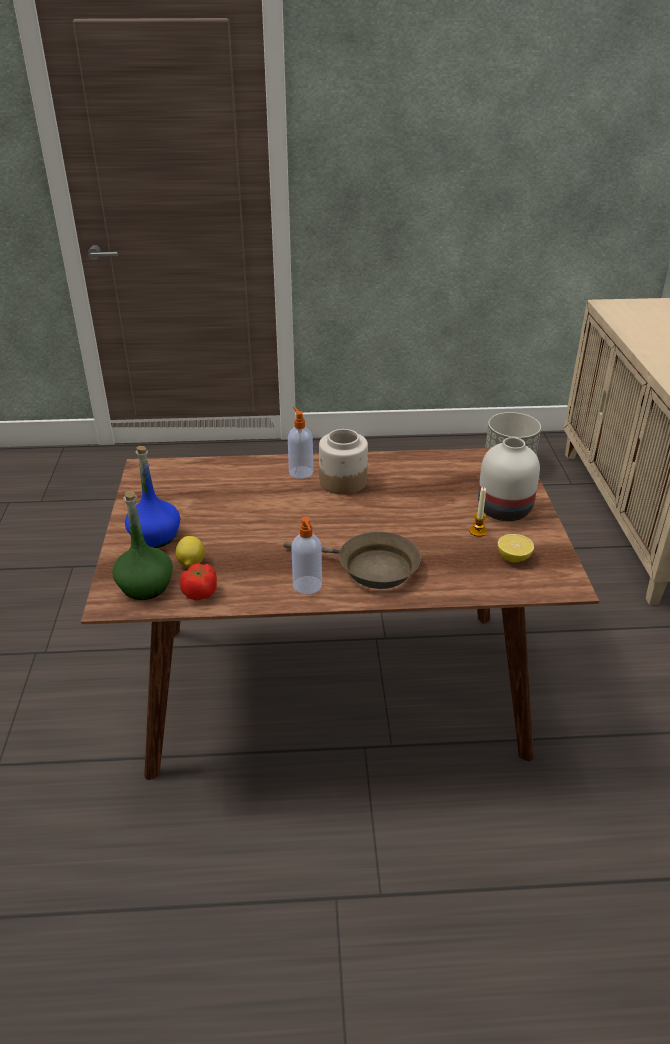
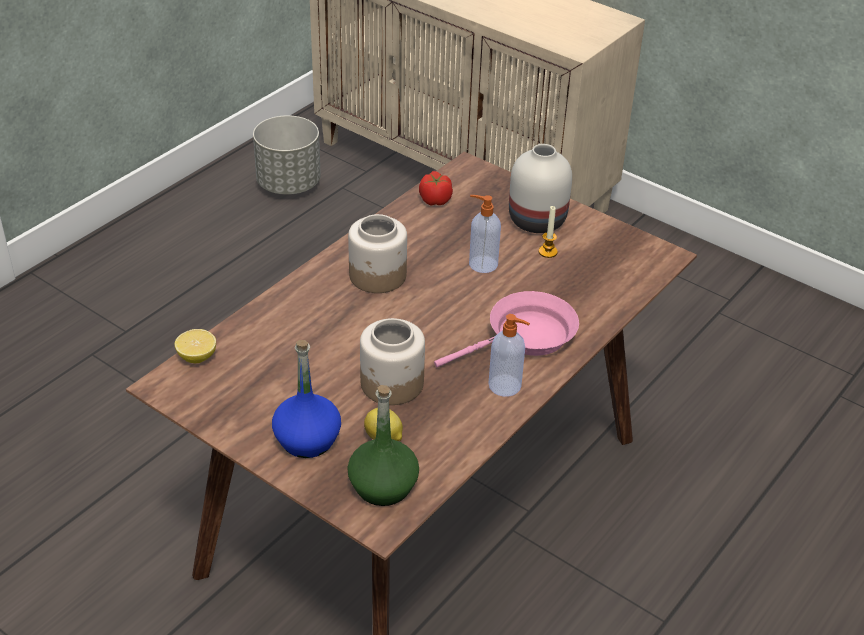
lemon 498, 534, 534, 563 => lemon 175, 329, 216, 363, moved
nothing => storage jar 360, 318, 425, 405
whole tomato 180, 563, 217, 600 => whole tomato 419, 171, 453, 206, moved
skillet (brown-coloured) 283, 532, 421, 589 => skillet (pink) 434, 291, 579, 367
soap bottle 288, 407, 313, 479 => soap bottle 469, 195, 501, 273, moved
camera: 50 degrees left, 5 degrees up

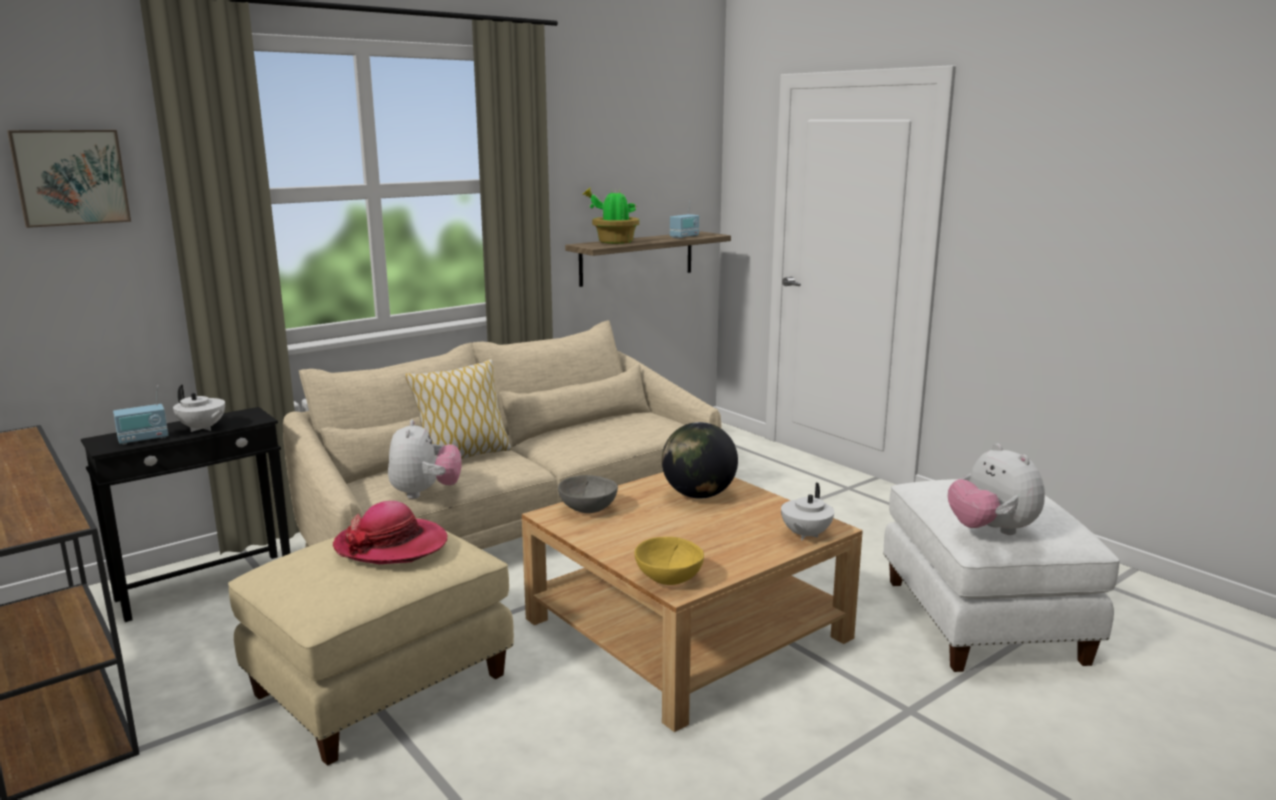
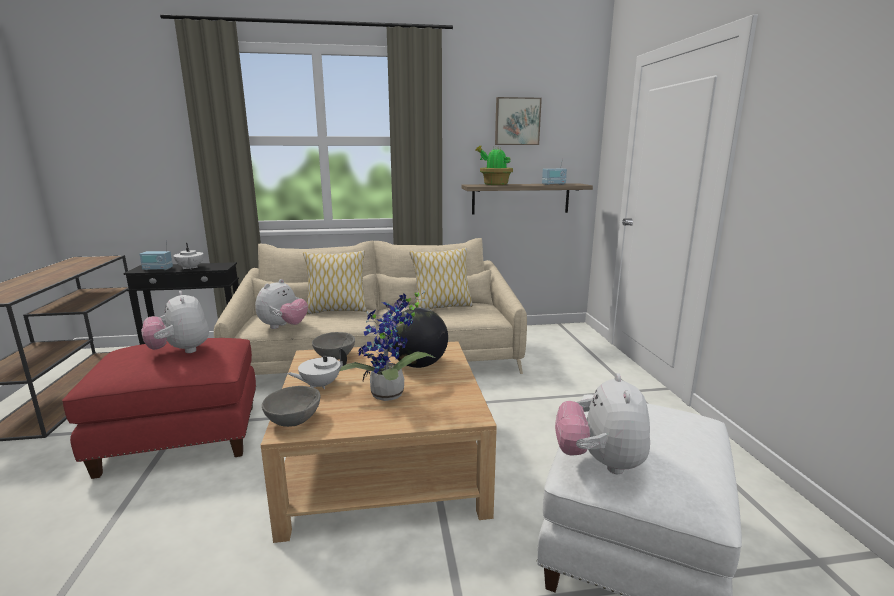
ottoman (sand-coloured) 228, 518, 514, 766 => ottoman (red) 62, 338, 256, 479
wearable hat 333, 501, 448, 564 => cuddly toy 141, 291, 209, 353
bowl (yellow) 634, 537, 704, 585 => bowl (grey) 262, 386, 320, 427
tea pot (white-coloured) 781, 483, 834, 540 => tea pot (white-coloured) 287, 348, 347, 389, moved
nothing => potted plant 339, 290, 435, 401
nothing => cushion 409, 247, 473, 310
wall art 7, 130, 131, 228 => wall art 495, 97, 542, 145, moved
camera: 30 degrees right, 0 degrees up

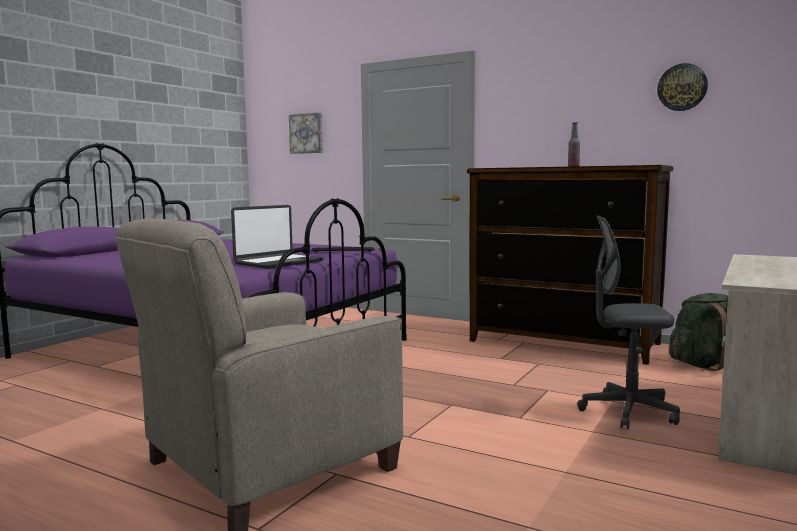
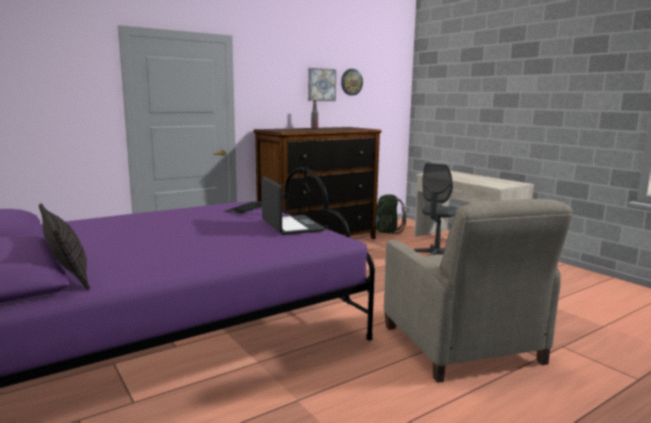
nothing => cushion 39, 203, 90, 290
wall art 289, 113, 323, 154 => wall art 308, 68, 336, 101, moved
camera: 65 degrees left, 5 degrees up

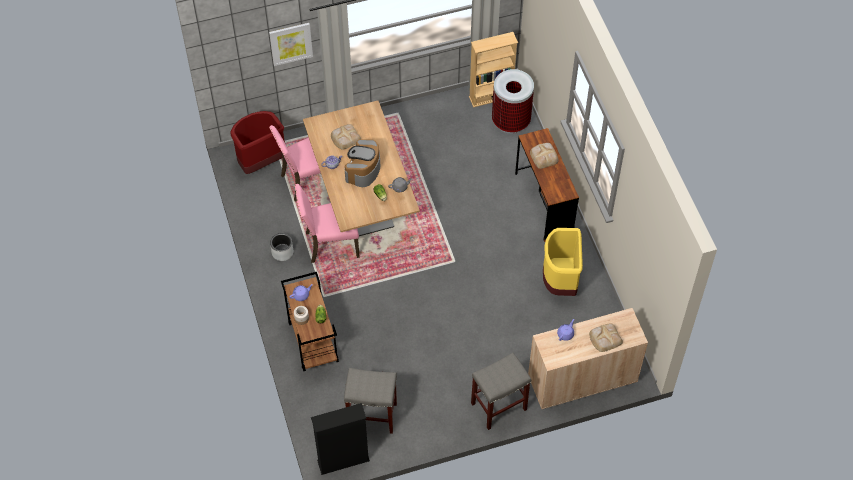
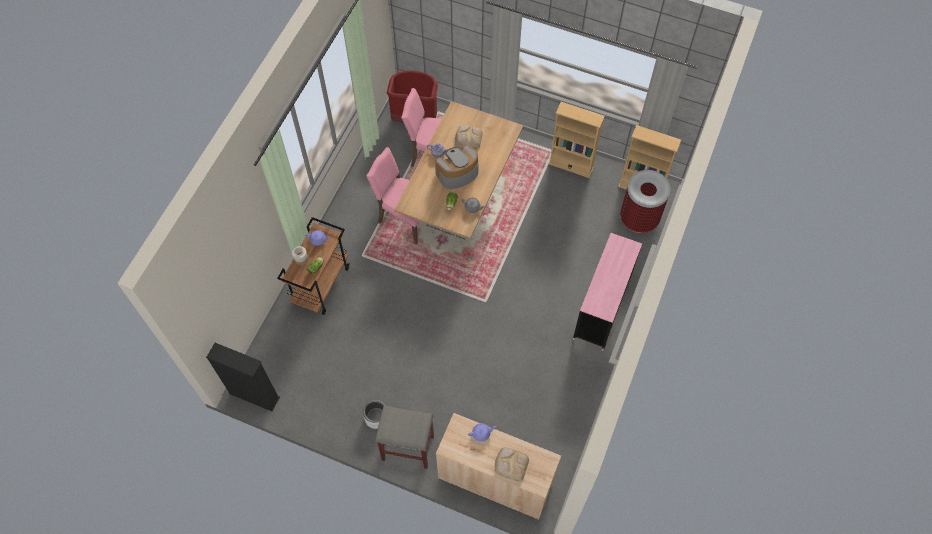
planter (grey) 270, 233, 293, 261 => planter (grey) 363, 400, 385, 429, moved
nothing => shelving unit (sand-coloured) 549, 102, 605, 178
desk table (brown-coloured) 515, 128, 579, 242 => desk table (pink) 573, 233, 642, 351
wall art 269, 23, 313, 66 => nothing
stool (grey) 344, 368, 397, 434 => nothing
bread 530, 143, 558, 169 => nothing
trash can (yellow) 543, 228, 583, 296 => nothing
camera: 40 degrees right, 5 degrees up

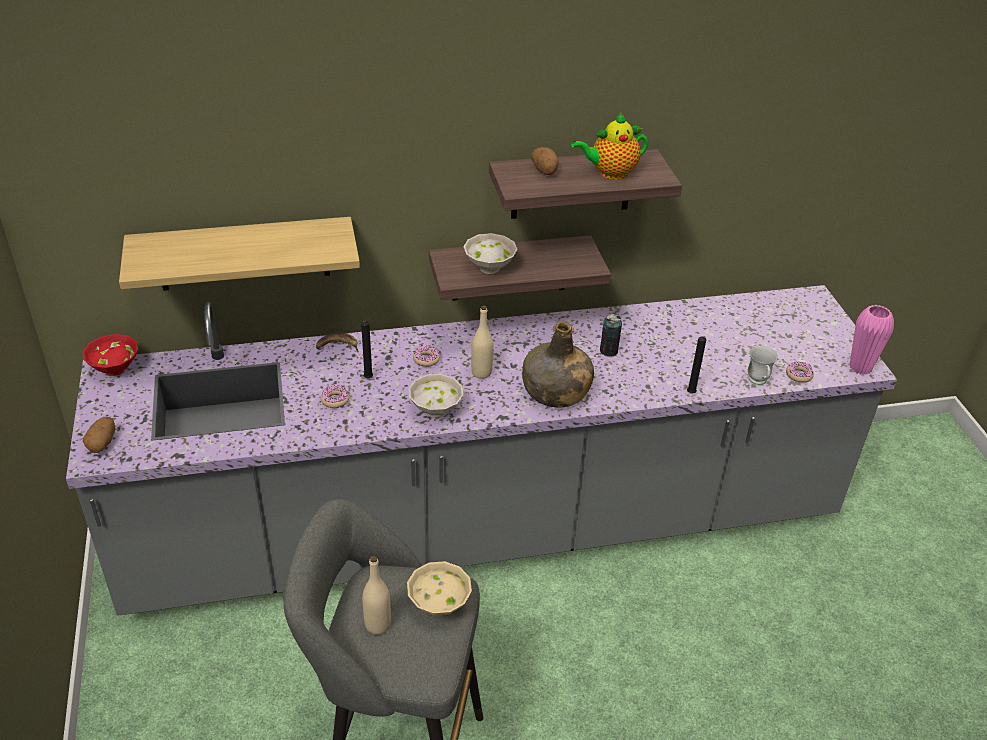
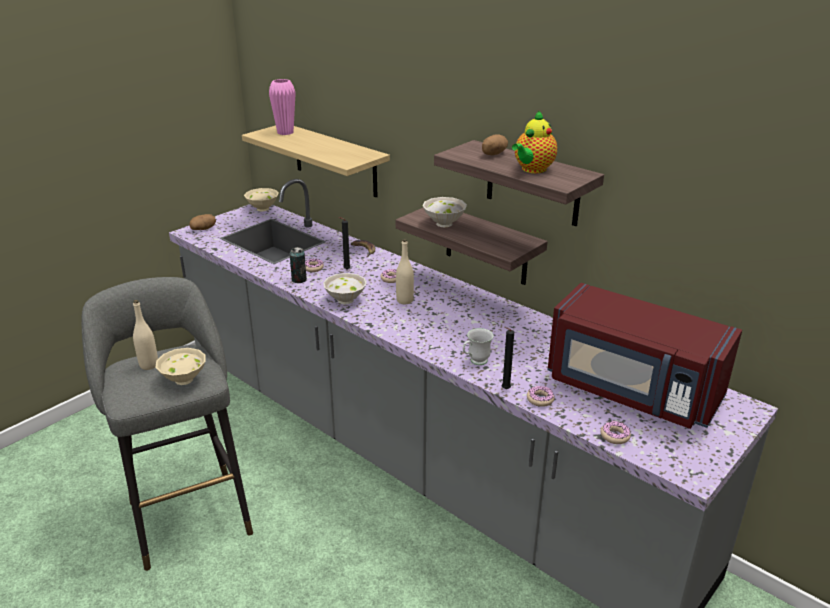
bowl (red) 83, 334, 138, 376 => bowl (sand-coloured) 244, 188, 279, 211
flower vase (pink) 850, 305, 894, 375 => flower vase (pink) 269, 79, 296, 135, moved
sealed can 600, 314, 622, 357 => sealed can 290, 247, 307, 283, moved
coffee mug (white-coloured) 748, 346, 778, 385 => coffee mug (white-coloured) 463, 328, 494, 365, moved
tea pot 571, 113, 648, 180 => tea pot 512, 110, 557, 173, 90 degrees counterclockwise
nothing => donut 527, 386, 555, 407
nothing => microwave (red) 547, 283, 742, 429
drink bottle (green-coloured) 522, 322, 594, 408 => nothing
camera: 55 degrees right, 10 degrees down

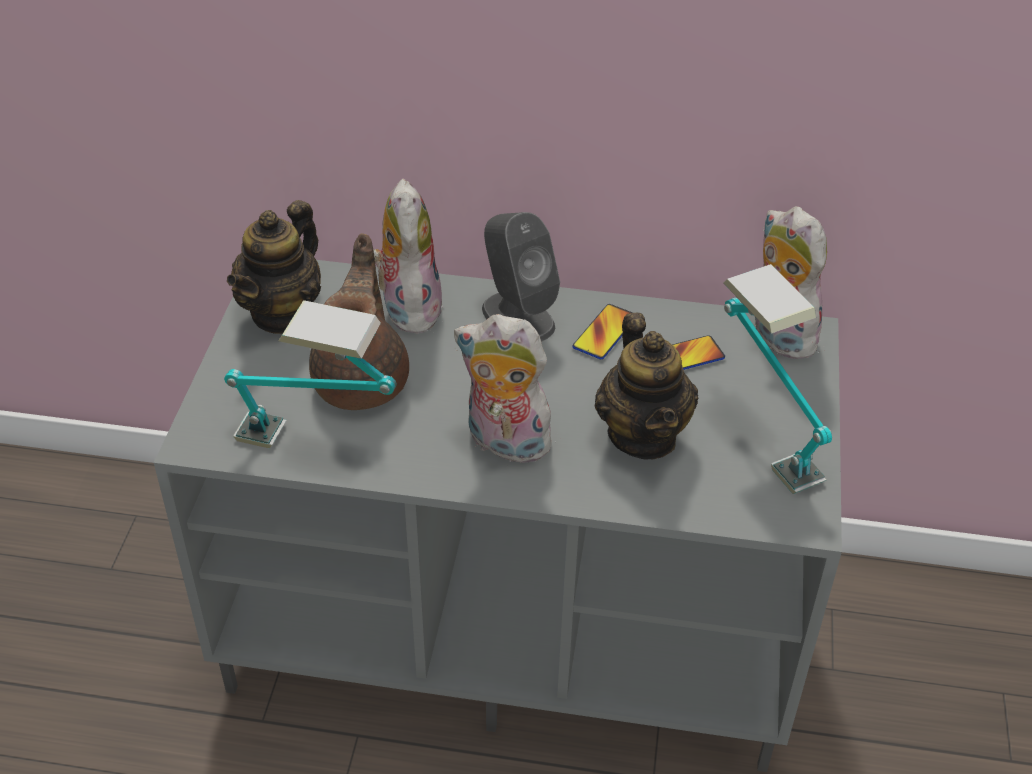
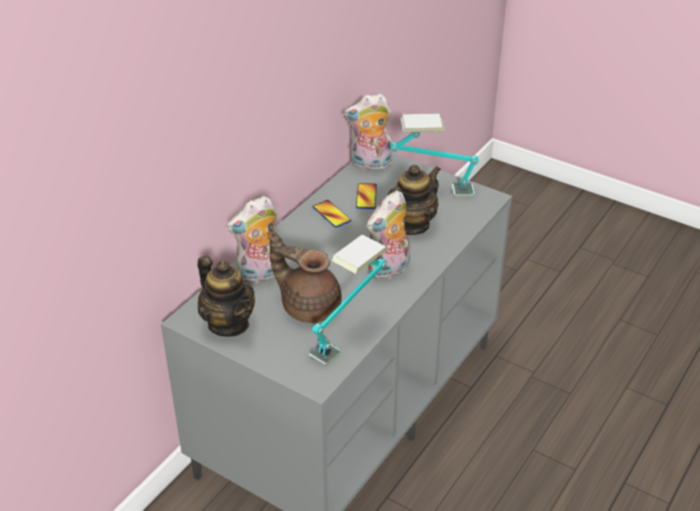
cuddly toy 374, 178, 444, 334 => cuddly toy 226, 196, 277, 283, 45 degrees counterclockwise
tea pot 595, 313, 699, 460 => tea pot 387, 165, 441, 235, 60 degrees counterclockwise
speaker (grey) 482, 212, 560, 342 => nothing
camera: 65 degrees left, 5 degrees down

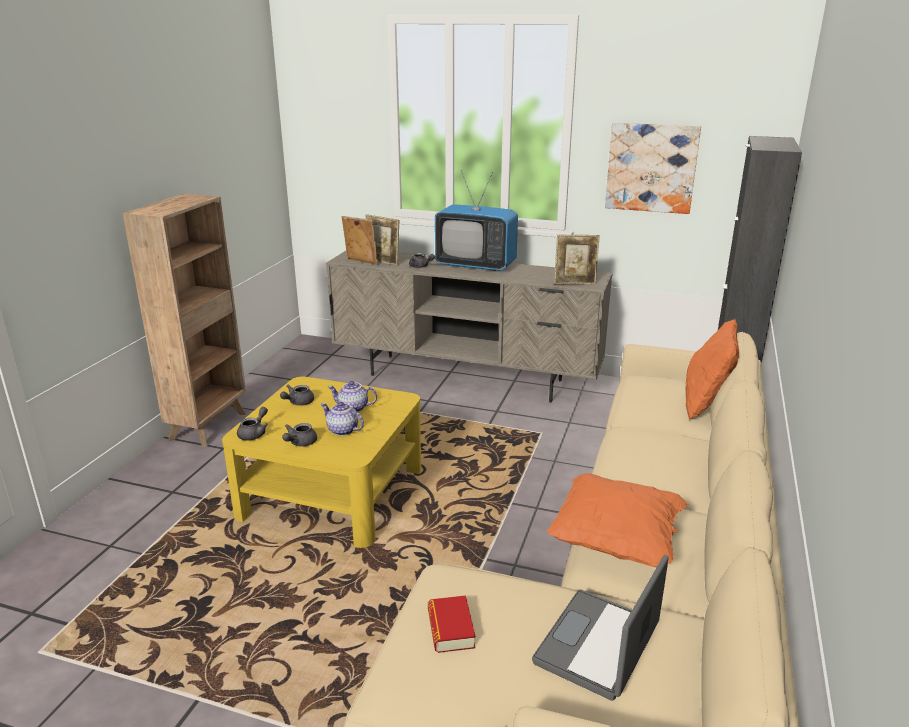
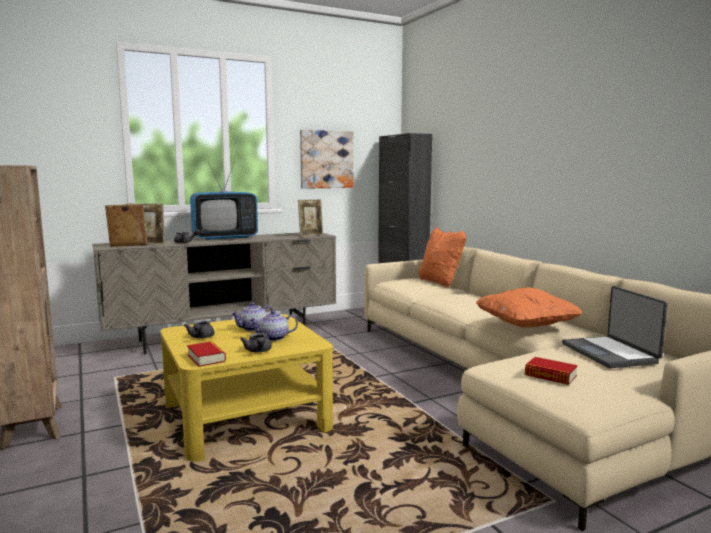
tea pot (grey) 237, 407, 268, 441 => volume 187, 341, 226, 367
camera: 45 degrees left, 15 degrees down

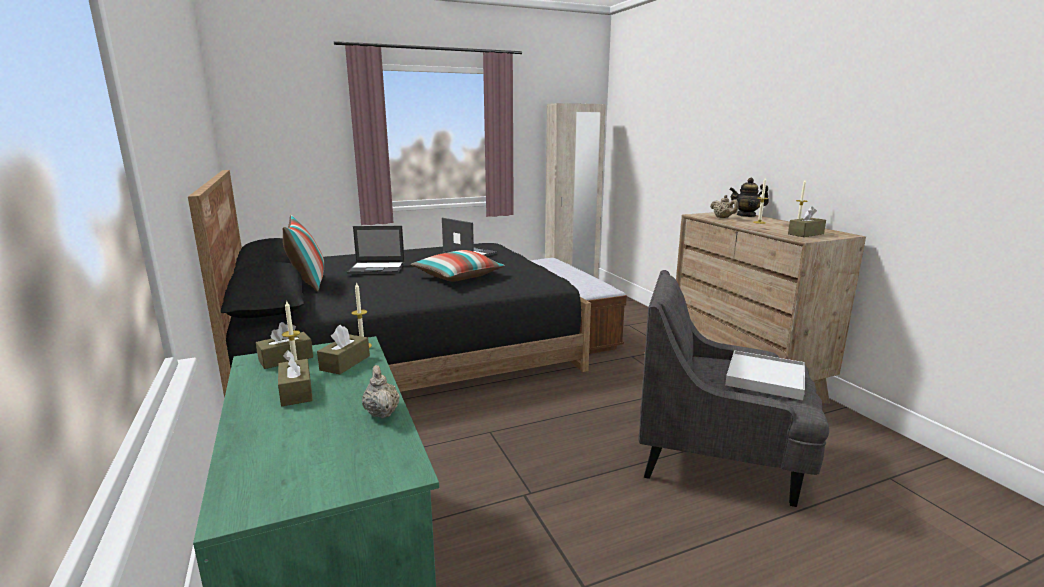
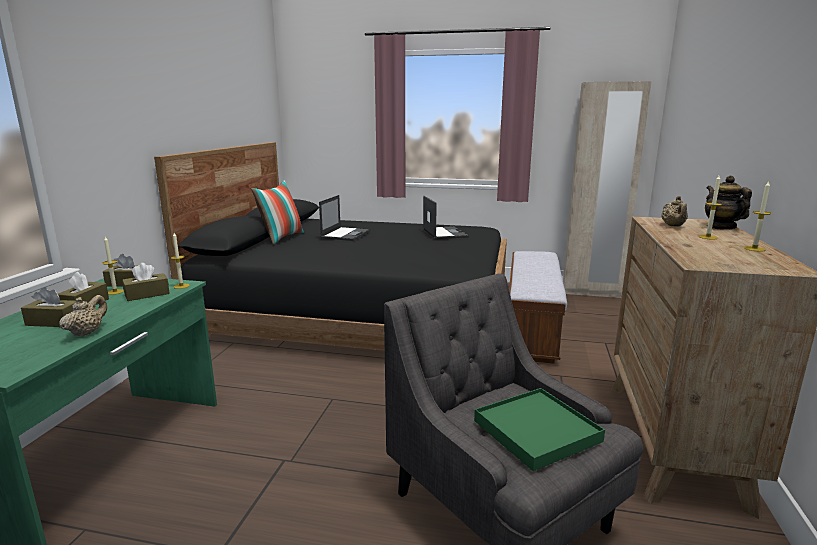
box of tissues (brown-coloured) 788, 206, 826, 237 => box of tissues (brown-coloured) 21, 287, 76, 327, moved
notebook computer 347, 226, 405, 274 => notebook computer 319, 195, 370, 241, 105 degrees counterclockwise
tray (white-coloured) 725, 350, 805, 400 => tray (green-coloured) 474, 388, 605, 471
tea pot 729, 178, 769, 217 => tea pot 705, 176, 752, 230, 45 degrees clockwise
cushion 411, 250, 505, 282 => nothing
camera: 35 degrees right, 0 degrees up

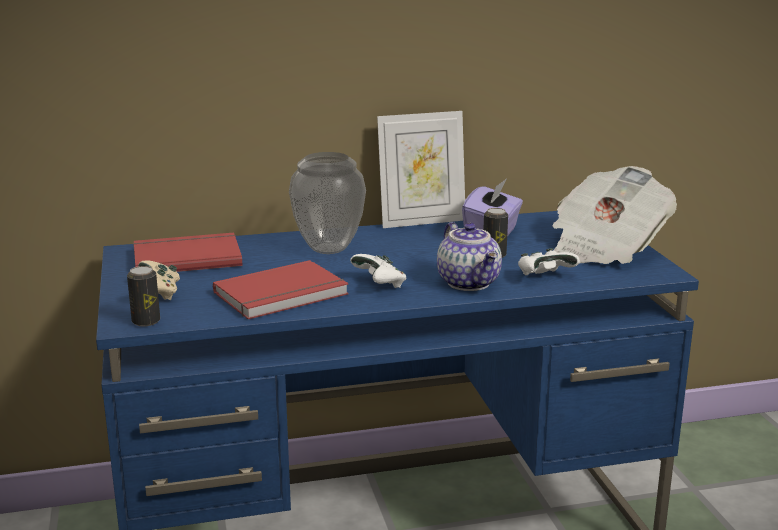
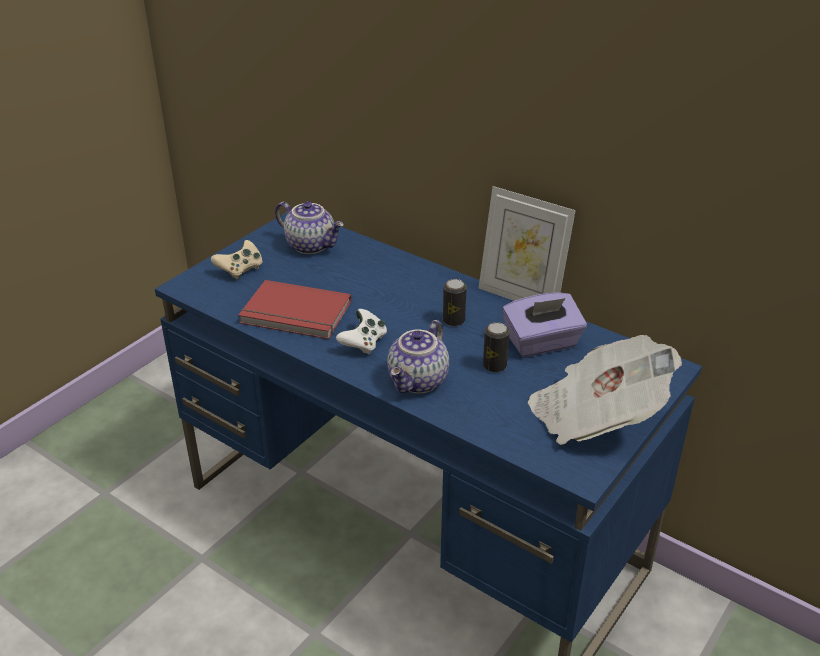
volume (red) 133, 233, 242, 272 => tea pot 275, 201, 344, 254
sealed can 127, 266, 160, 326 => sealed can 443, 279, 467, 326, moved
flower vase 289, 152, 366, 254 => nothing
game controller (white-coloured) 518, 248, 580, 275 => nothing
camera: 50 degrees right, 15 degrees up

